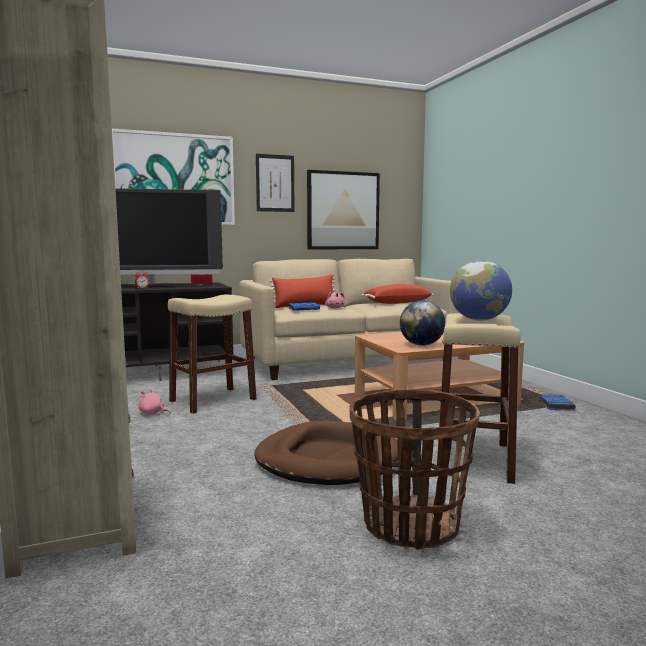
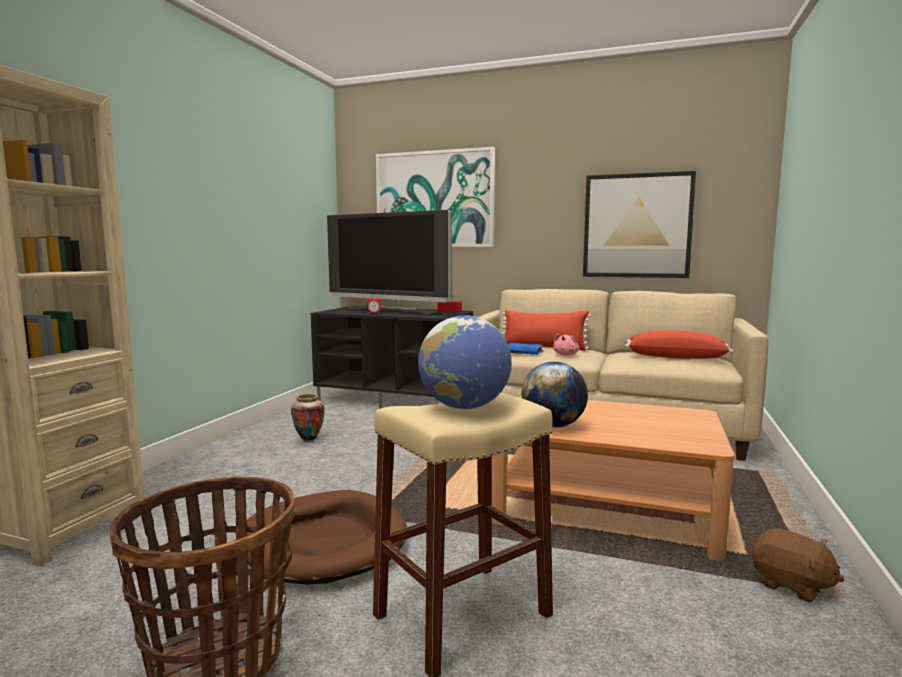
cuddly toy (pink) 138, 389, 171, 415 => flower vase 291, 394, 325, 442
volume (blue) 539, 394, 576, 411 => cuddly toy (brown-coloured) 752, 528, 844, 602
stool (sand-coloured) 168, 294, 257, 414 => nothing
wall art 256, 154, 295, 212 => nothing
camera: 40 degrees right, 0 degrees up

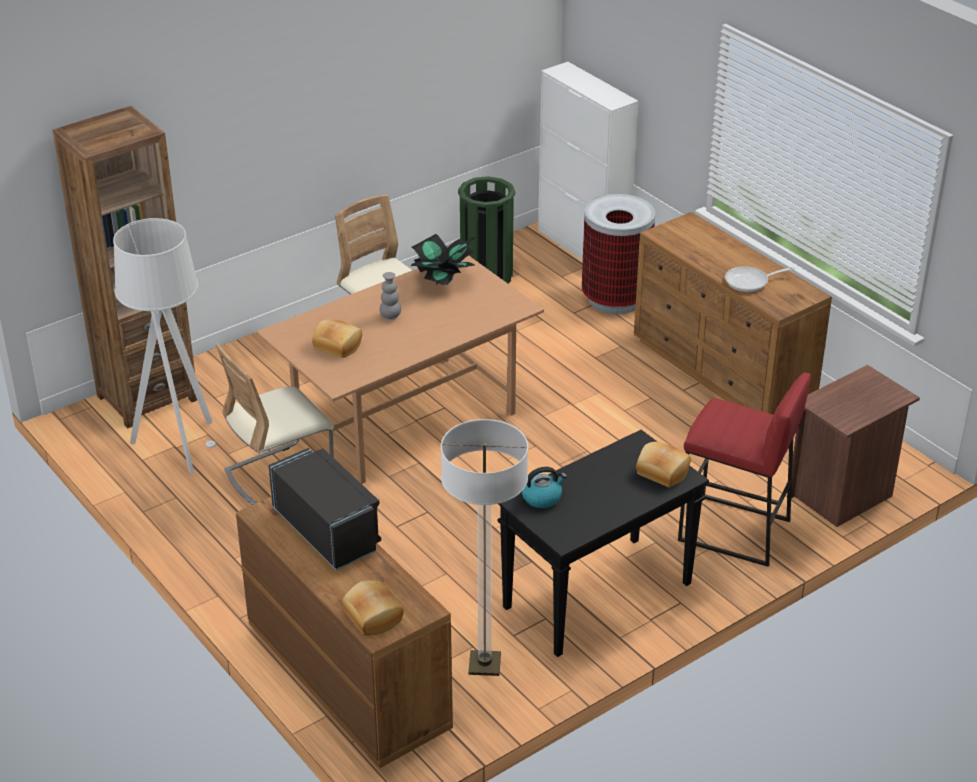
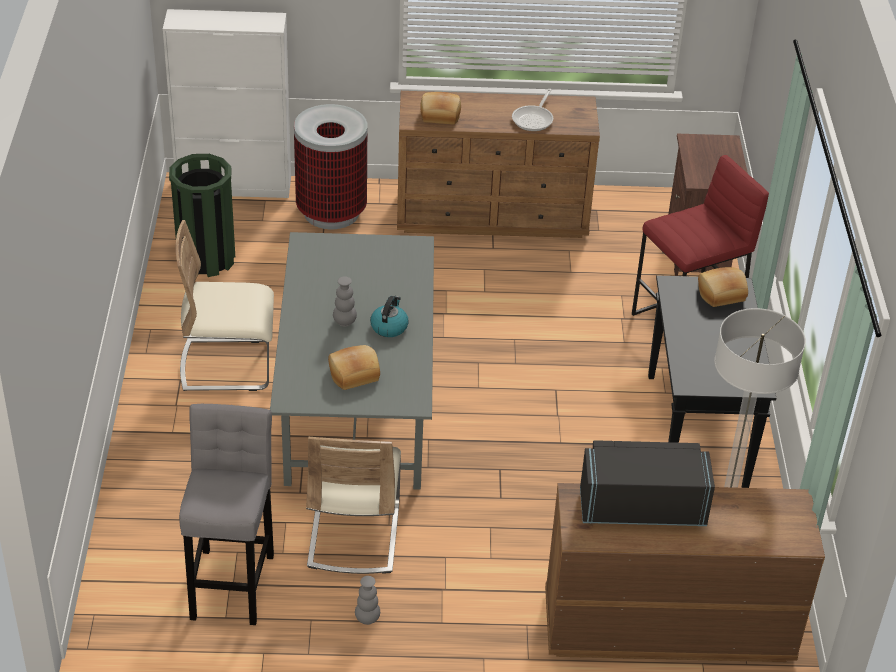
standing lamp (grey) 113, 218, 216, 473 => stool (grey) 179, 404, 274, 625
dining table (brown-coloured) 256, 255, 544, 484 => dining table (grey) 270, 232, 434, 490
nothing => flower vase (grey) 355, 576, 380, 625
water kettle 522, 467, 567, 508 => water kettle 370, 296, 409, 337, moved
bread 342, 581, 404, 635 => bread 420, 92, 461, 125, moved
shelving unit (brown-coloured) 52, 106, 197, 428 => nothing
potted plant 411, 234, 476, 285 => nothing
camera: 55 degrees left, 5 degrees up

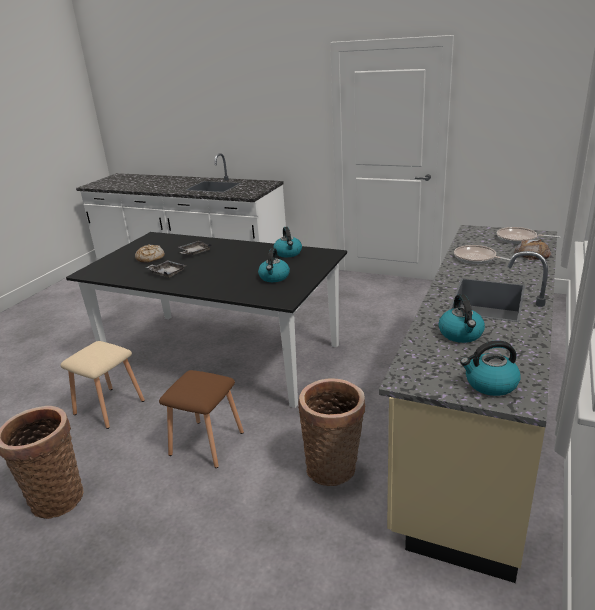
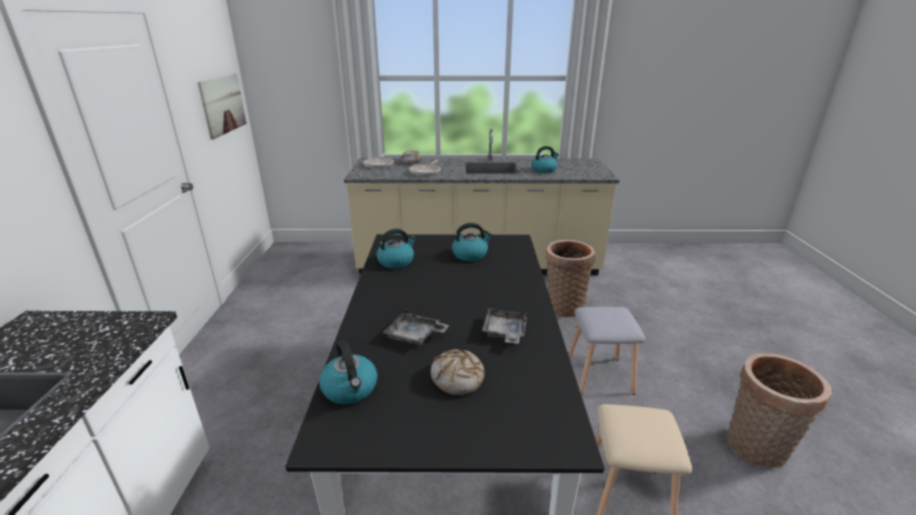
nothing => wall art 197, 74, 246, 140
water kettle 460, 340, 520, 396 => water kettle 319, 340, 377, 404, moved
stool (brown-coloured) 159, 370, 244, 468 => stool (grey) 568, 307, 646, 395
camera: 115 degrees left, 0 degrees up

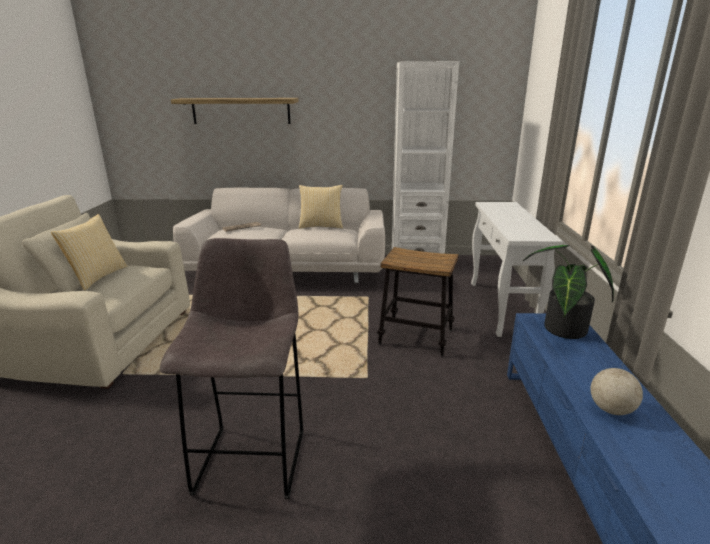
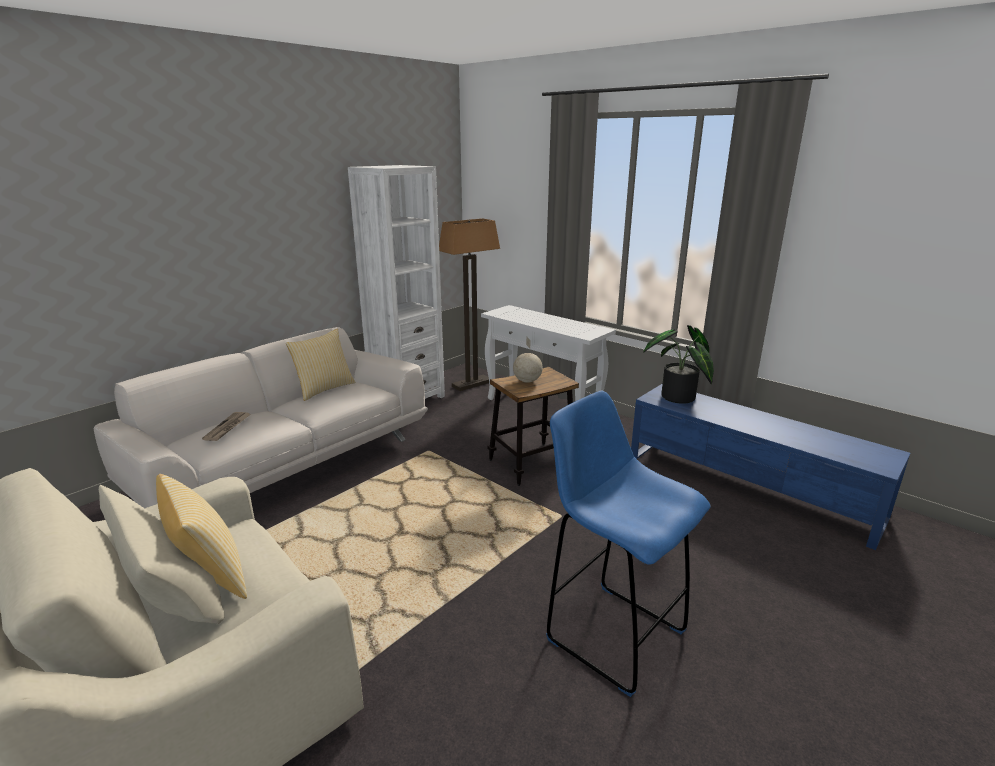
nothing => standing lamp 439, 218, 500, 391
globe 591, 351, 643, 415 => globe 513, 336, 543, 383, moved
stool (grey) 160, 238, 303, 499 => stool (blue) 546, 391, 711, 697
shelf 171, 98, 299, 124 => nothing
camera: 50 degrees left, 0 degrees up

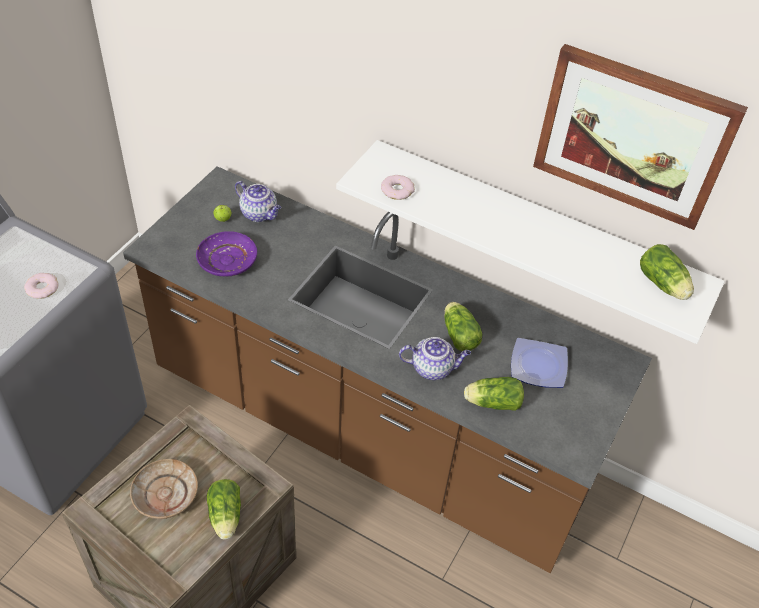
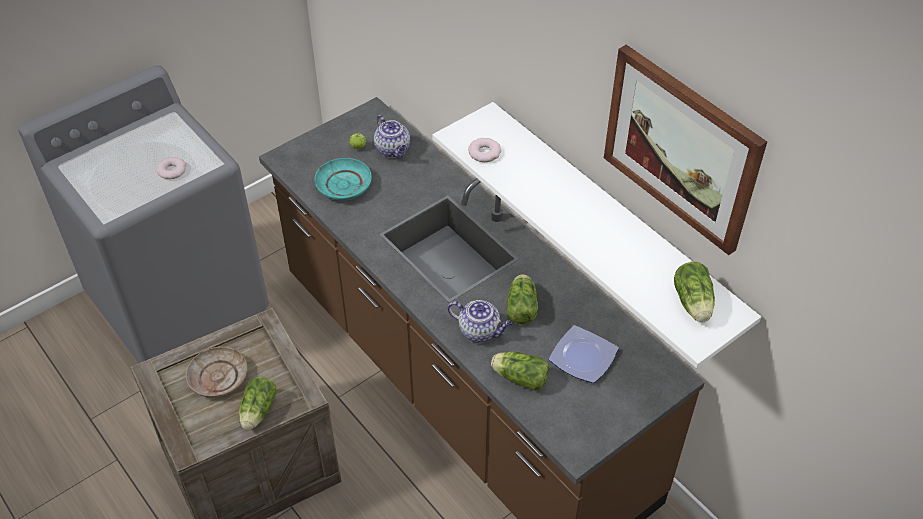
plate (purple-coloured) 196, 231, 257, 277 => plate (turquoise) 314, 158, 372, 200
camera: 25 degrees right, 0 degrees up

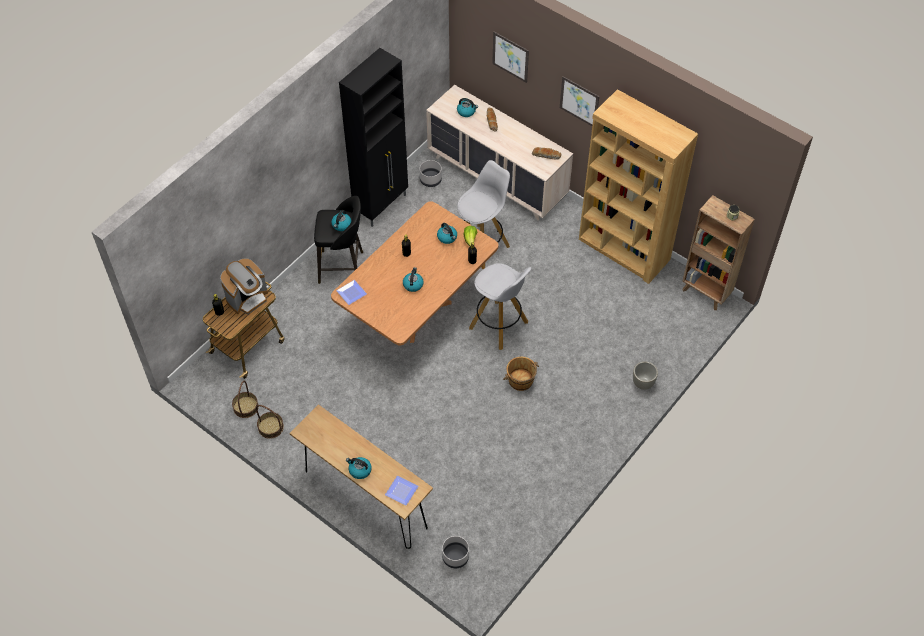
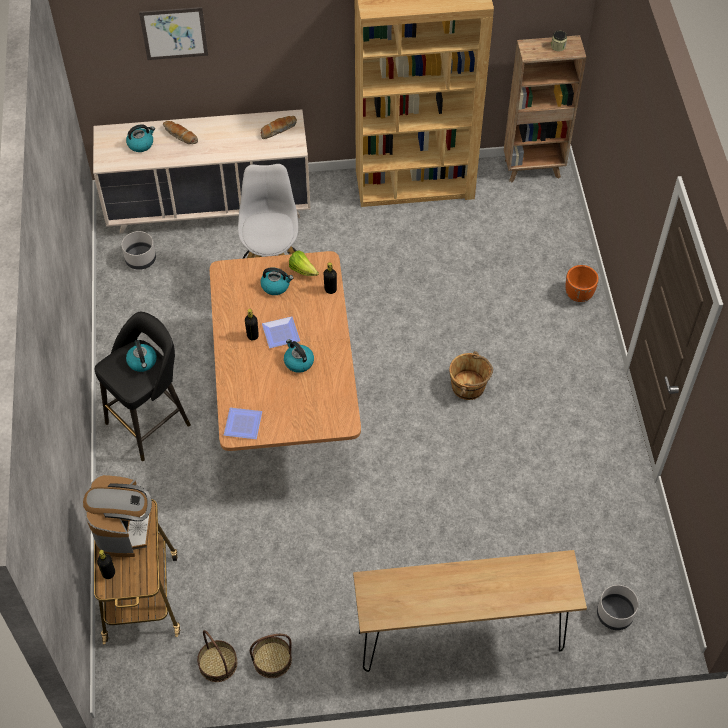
plate 385, 476, 418, 506 => plate 262, 317, 300, 348, moved
planter (grey) 633, 361, 658, 390 => planter (orangey) 566, 265, 599, 302
storage cabinet (blackish) 339, 48, 408, 227 => nothing
water kettle 346, 457, 372, 479 => nothing
stool (white-coloured) 469, 263, 531, 350 => nothing
wall art 560, 76, 599, 126 => nothing
camera: 45 degrees left, 0 degrees up

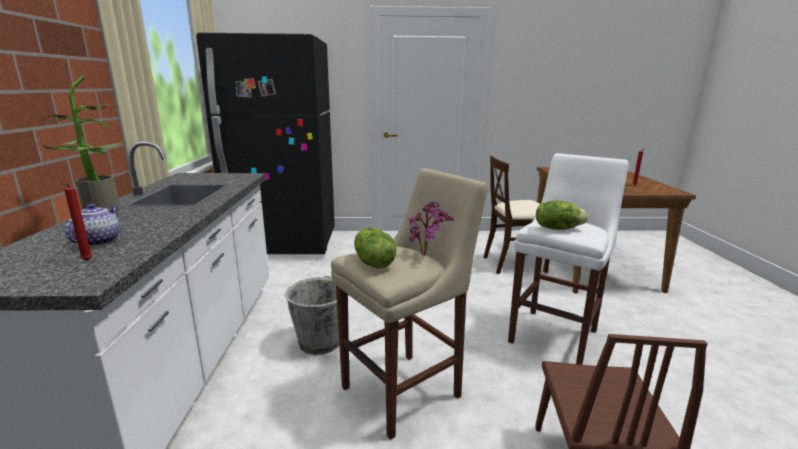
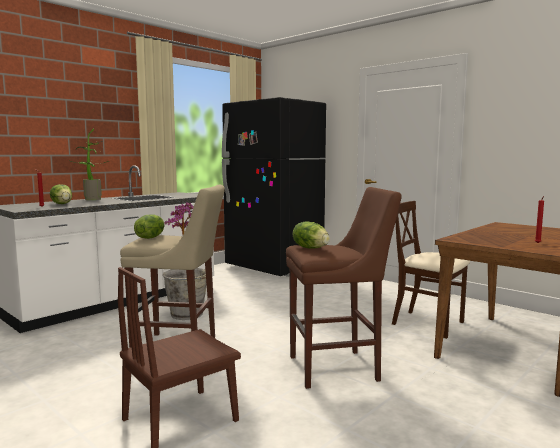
tea pot 65, 204, 120, 246 => head of lettuce 50, 184, 72, 204
stool (white-coloured) 508, 153, 629, 365 => stool (brown-coloured) 286, 187, 402, 389
camera: 45 degrees right, 10 degrees down

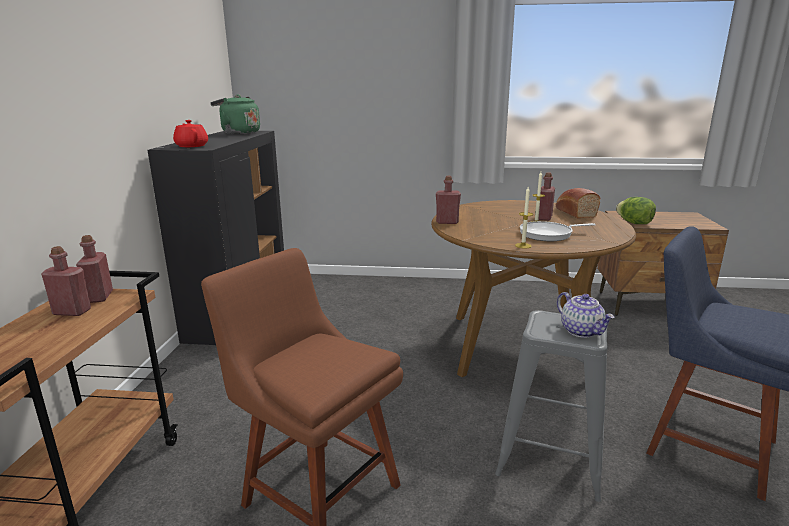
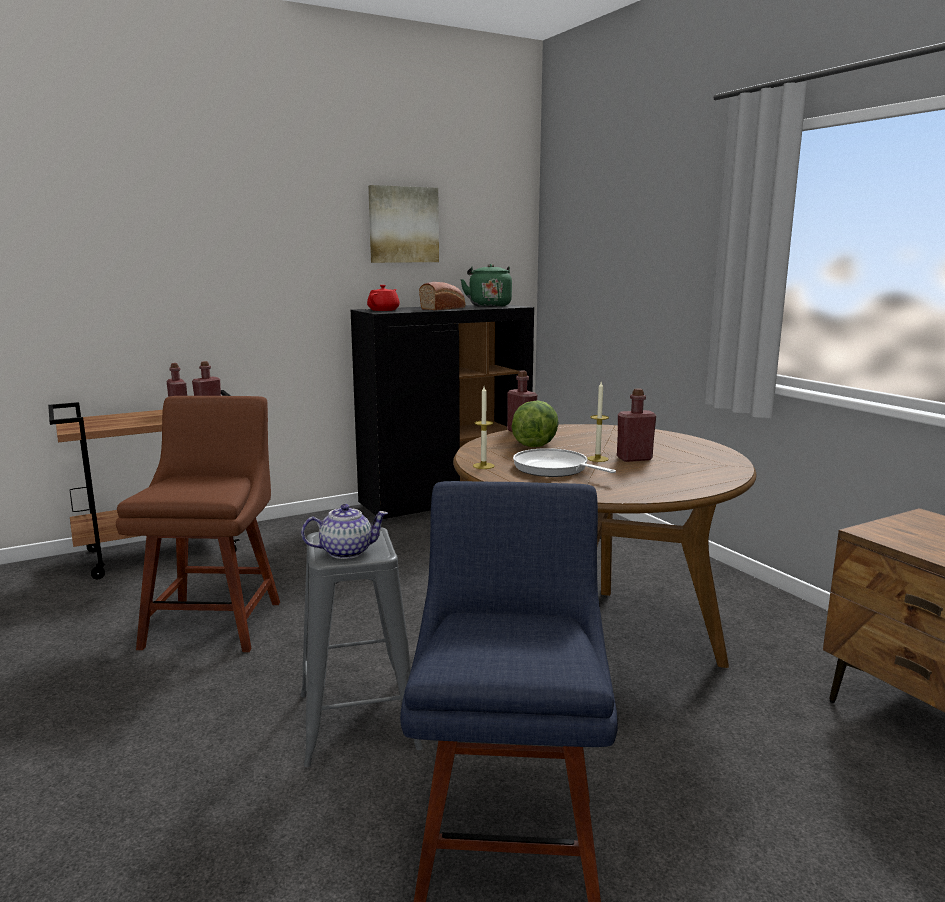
tea pot 557, 292, 615, 338 => tea pot 301, 504, 388, 559, 135 degrees counterclockwise
nothing => wall art 368, 185, 439, 263
bread 556, 188, 601, 218 => bread 419, 282, 466, 310, moved
head of lettuce 616, 197, 656, 224 => head of lettuce 512, 400, 559, 447, moved
camera: 55 degrees right, 5 degrees down

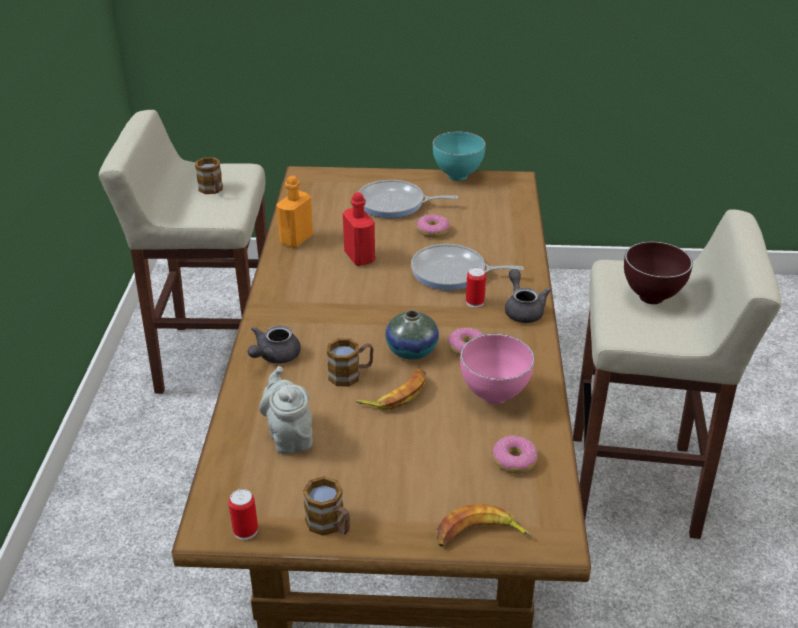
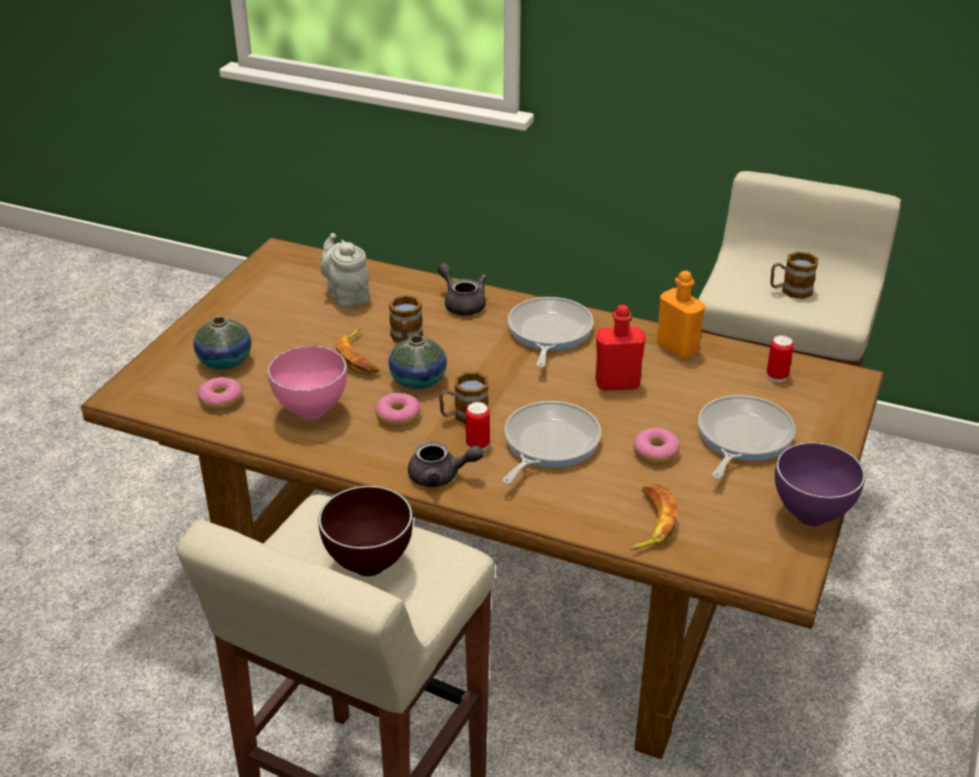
nothing => flower vase 193, 317, 251, 370
tea pot (grey) 259, 366, 313, 454 => tea pot (grey) 320, 233, 370, 308, 120 degrees counterclockwise
coffee mug 303, 476, 350, 536 => coffee mug 439, 372, 489, 424, moved
nothing => skillet 508, 297, 593, 368
banana fruit 436, 504, 532, 547 => banana fruit 631, 484, 678, 550, moved
sealed can 229, 489, 258, 540 => sealed can 766, 335, 794, 382, moved
bowl (turquoise) 433, 131, 486, 181 => bowl (purple-coloured) 775, 442, 865, 526
camera: 110 degrees right, 0 degrees up

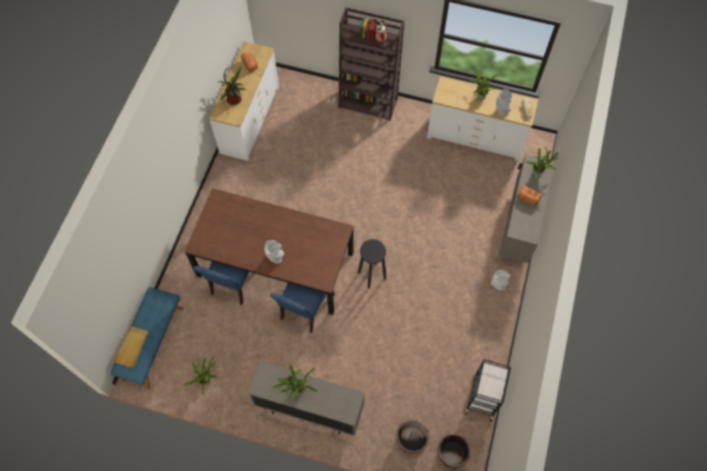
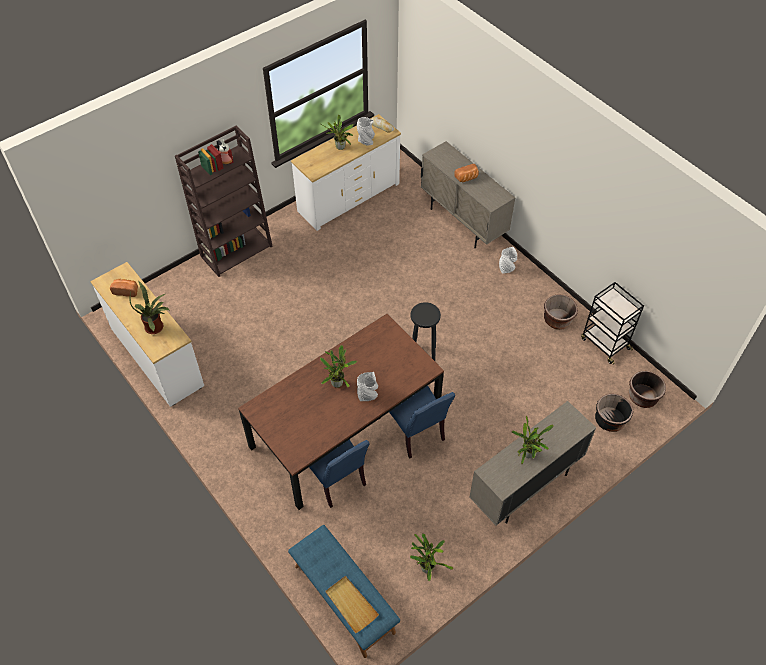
potted plant 523, 147, 560, 178 => potted plant 320, 345, 357, 388, moved
nothing => planter (brown-coloured) 544, 295, 578, 330
camera: 55 degrees left, 10 degrees down

